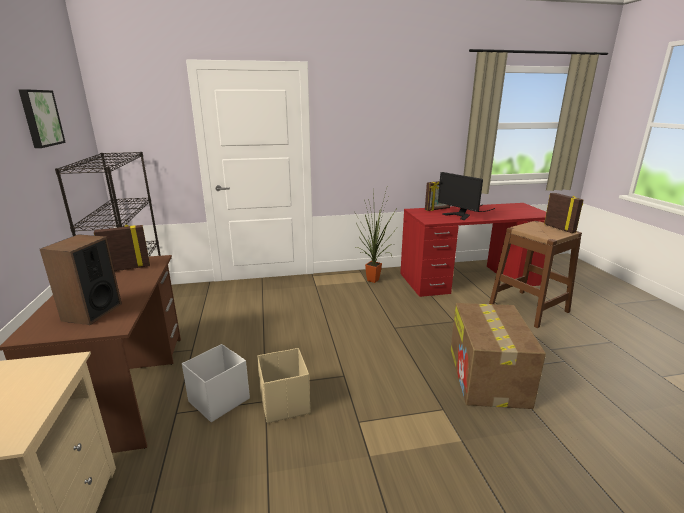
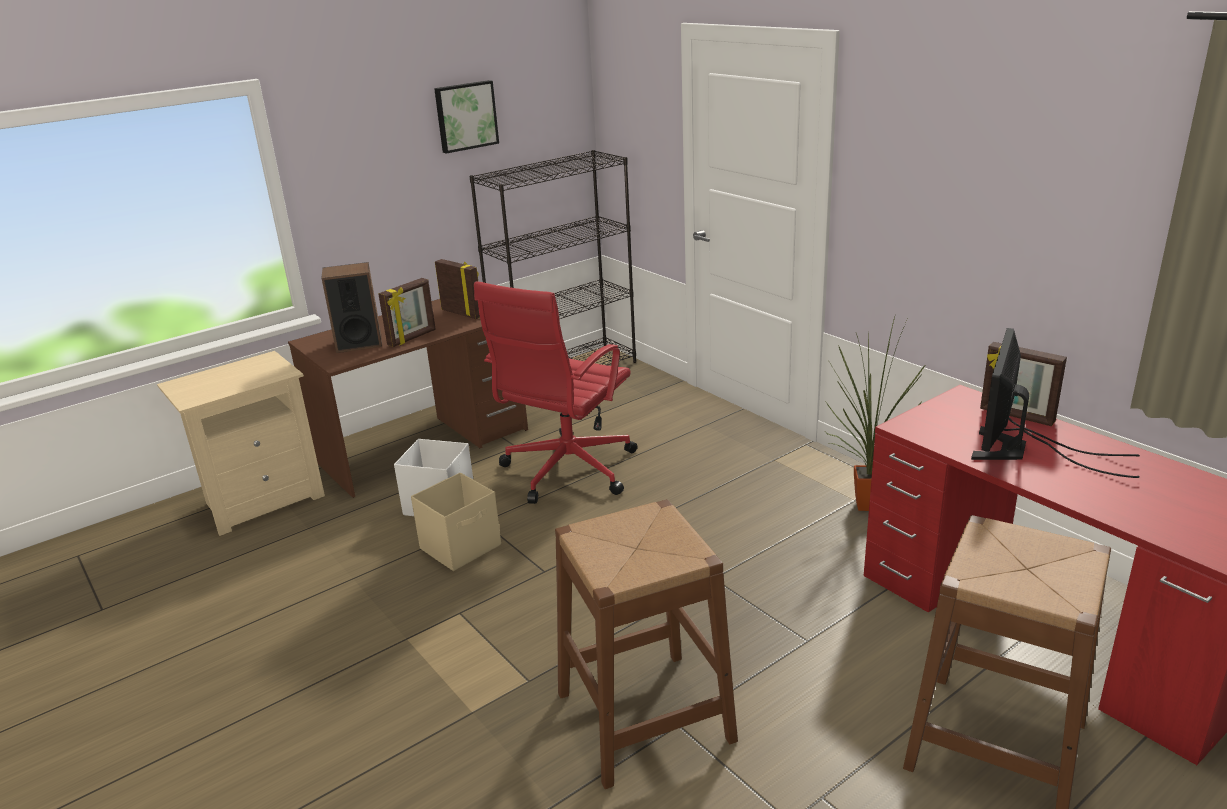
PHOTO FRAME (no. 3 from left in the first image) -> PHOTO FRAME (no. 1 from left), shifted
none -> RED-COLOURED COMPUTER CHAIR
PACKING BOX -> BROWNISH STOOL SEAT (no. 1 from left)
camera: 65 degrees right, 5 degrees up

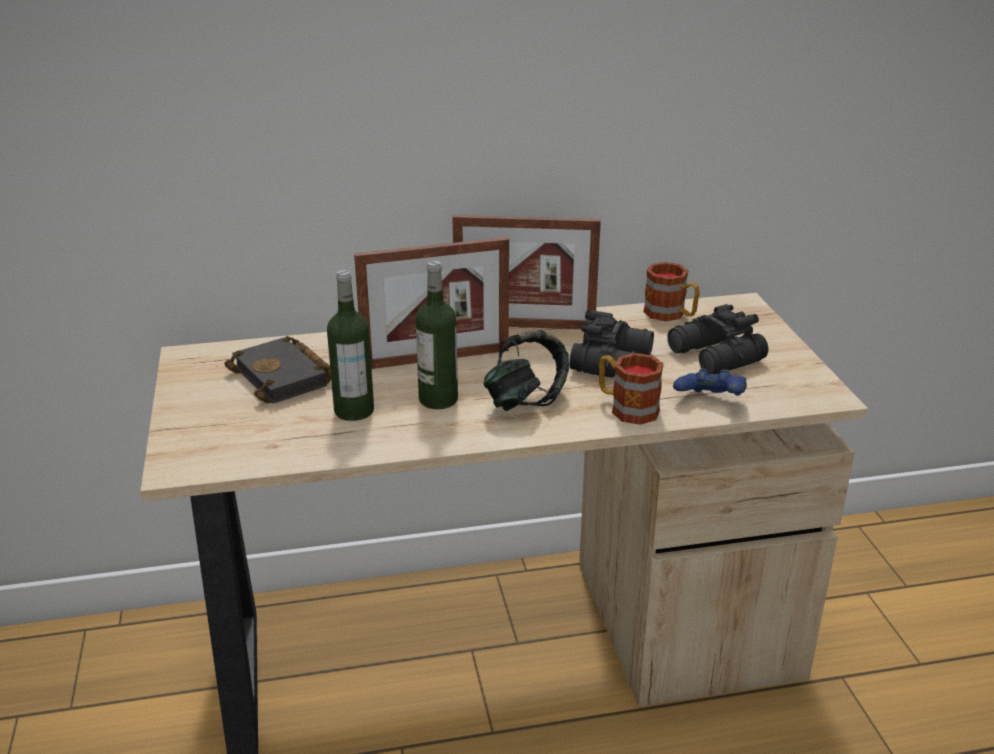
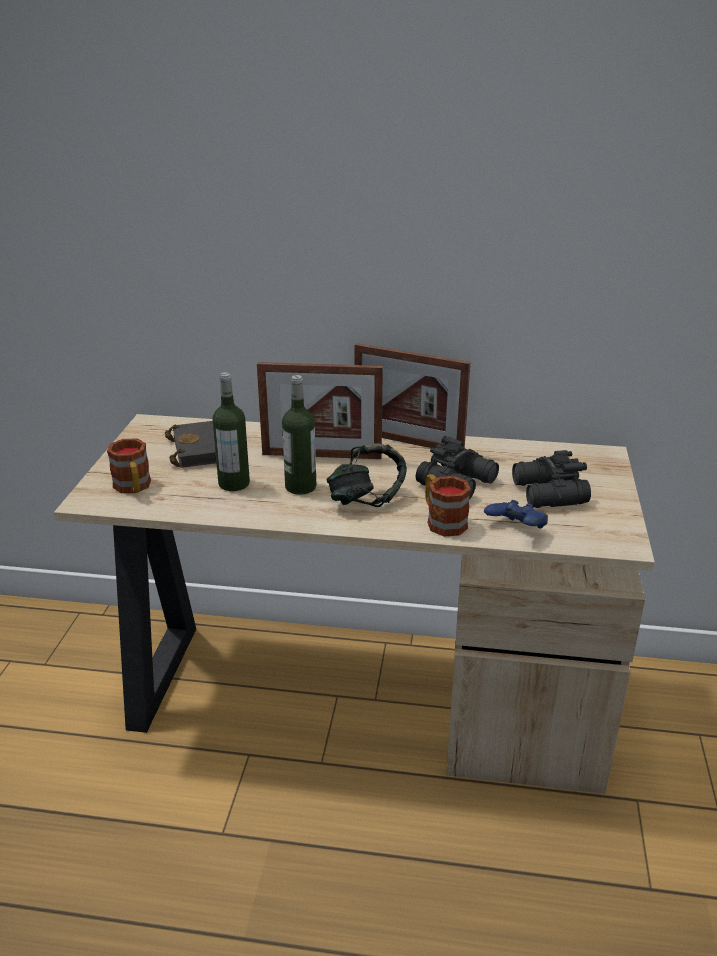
COFFEE MUG (no. 2 from left in the first image) -> COFFEE MUG (no. 1 from left), shifted
camera: 20 degrees right, 0 degrees up

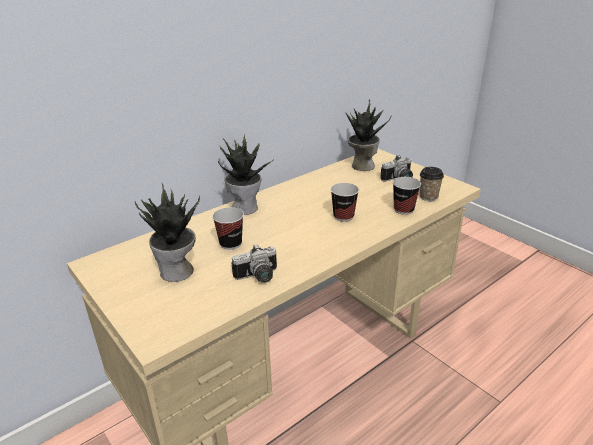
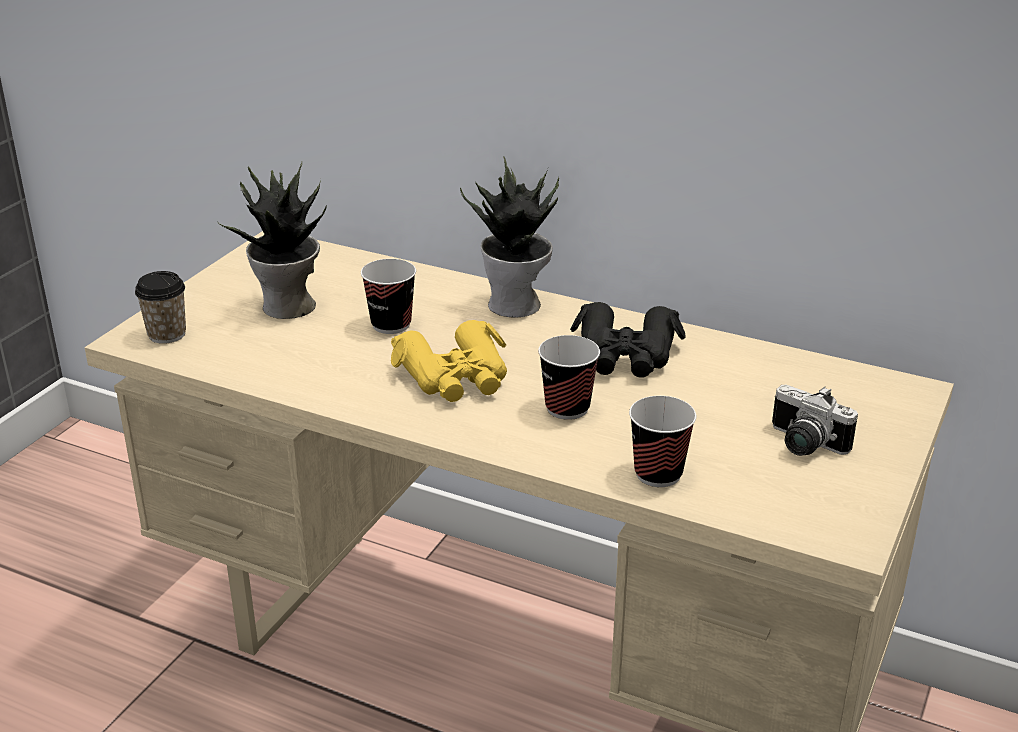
SMALL CUP (no. 4 from left in the first image) -> SMALL CUP (no. 1 from left), shifted
none -> YELLOW BINOCULARS
none -> BLACKISH BINOCULARS
PHOTO CAMERA (no. 1 from left) -> none
PLANT IN A POT (no. 3 from left) -> none
camera: 65 degrees right, 0 degrees up

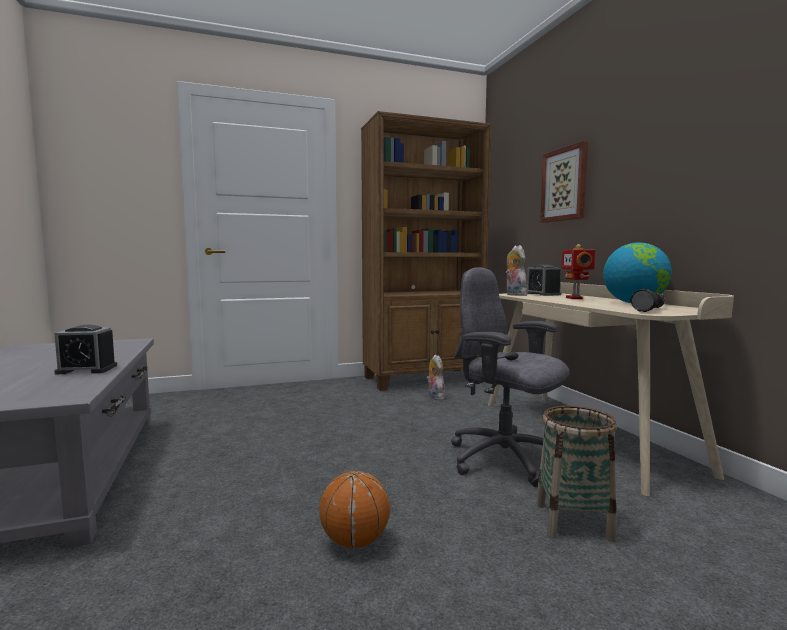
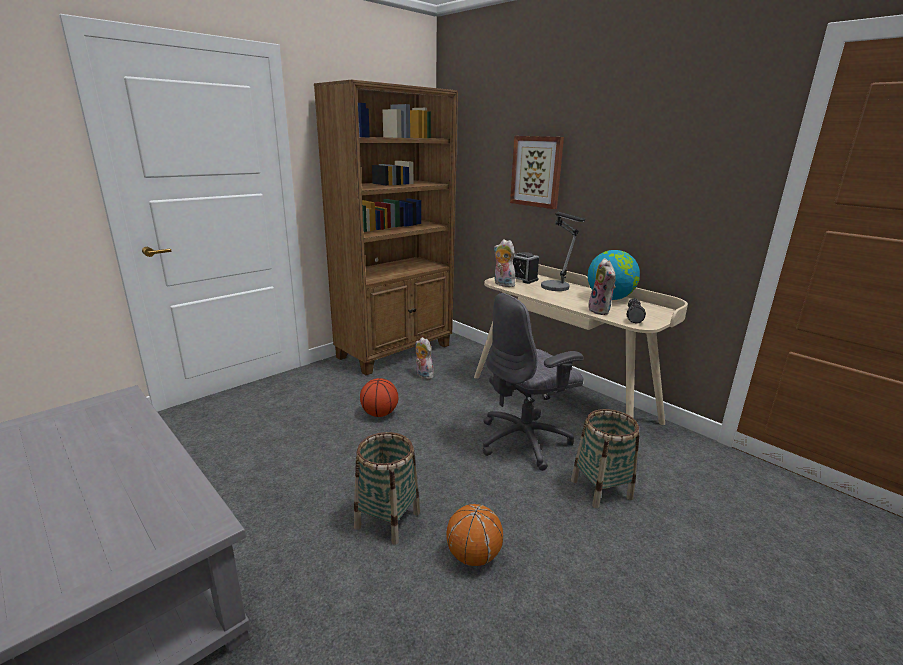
none -> BASKET (no. 1 from left)
none -> BASKETBALL (no. 1 from left)
GRAY COMPUTER CHAIR, 45 degrees counterclockwise
ROBOT FIGURE -> LAMP FOR A TABLE
none -> CUDDLY TOY (no. 3 from left)
BEDSIDE CLOCK (no. 1 from left) -> none
camera: 25 degrees left, 15 degrees up

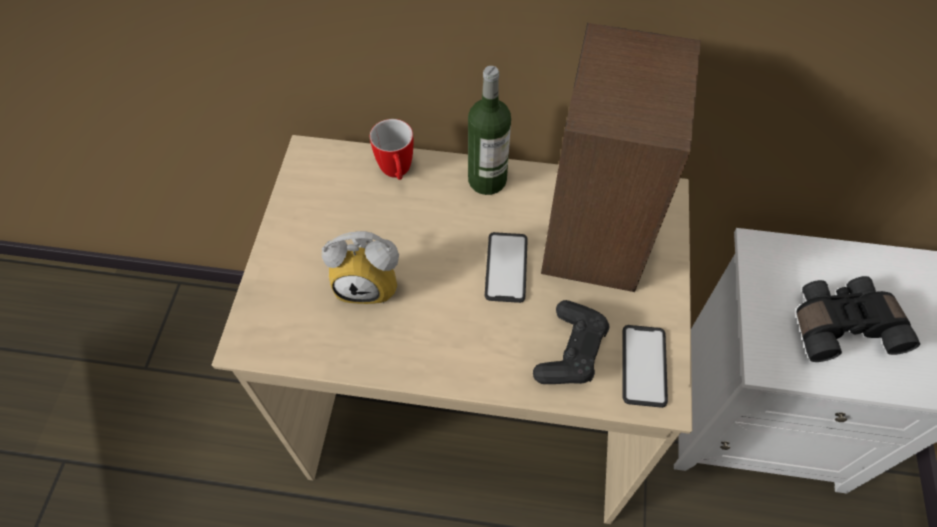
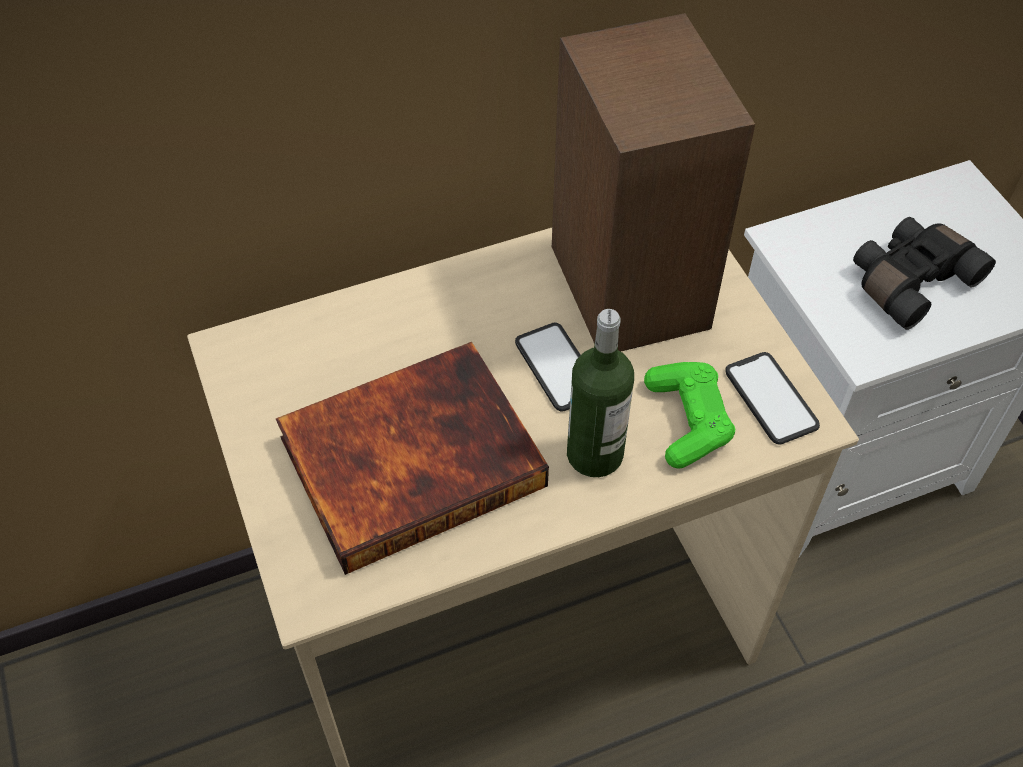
BEDSIDE CLOCK -> BOOK
BEVERAGE BOTTLE, shifted
BLACKISH GAME CONTROLLER -> GREEN GAME CONTROLLER
COFFEE MUG -> none
camera: 30 degrees left, 5 degrees down

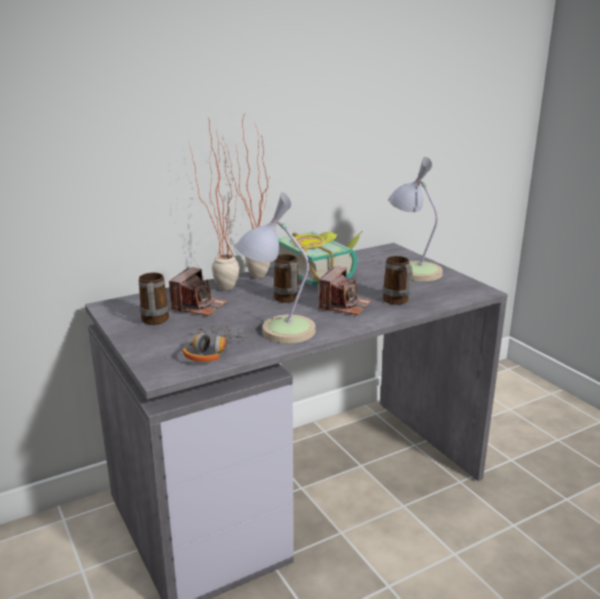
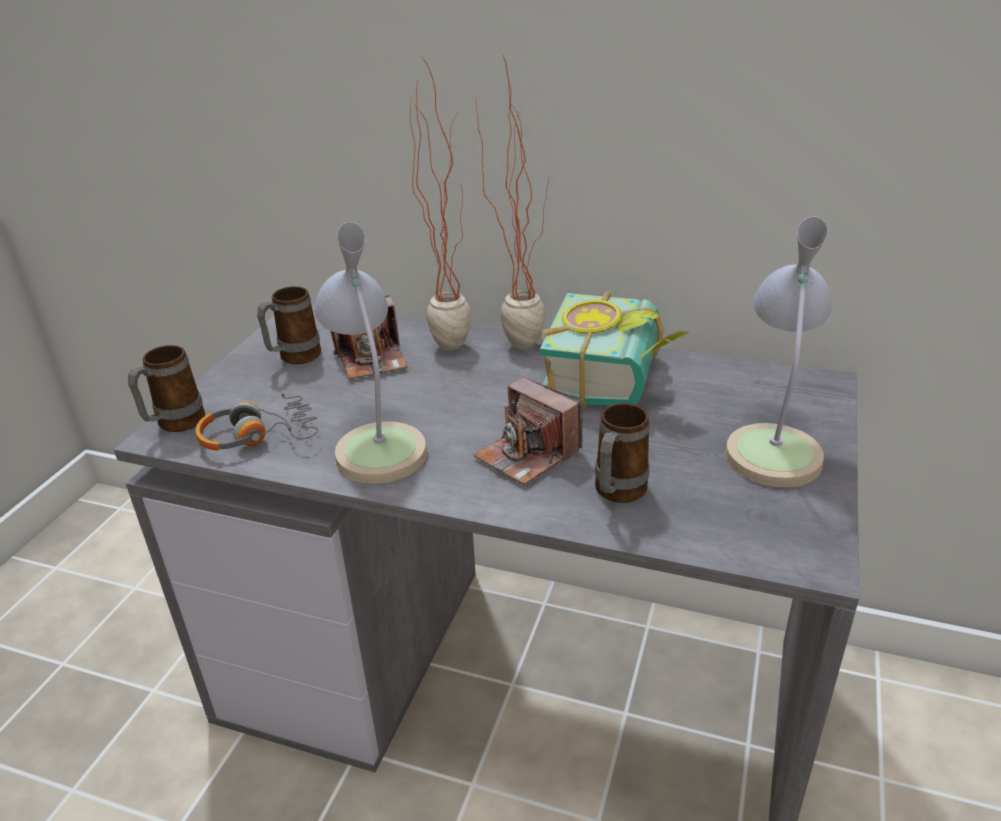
COFFEE MUG (no. 2 from left in the first image) -> COFFEE MUG (no. 1 from left), shifted
PHOTO CAMERA (no. 2 from left), 60 degrees clockwise
camera: 50 degrees right, 10 degrees up

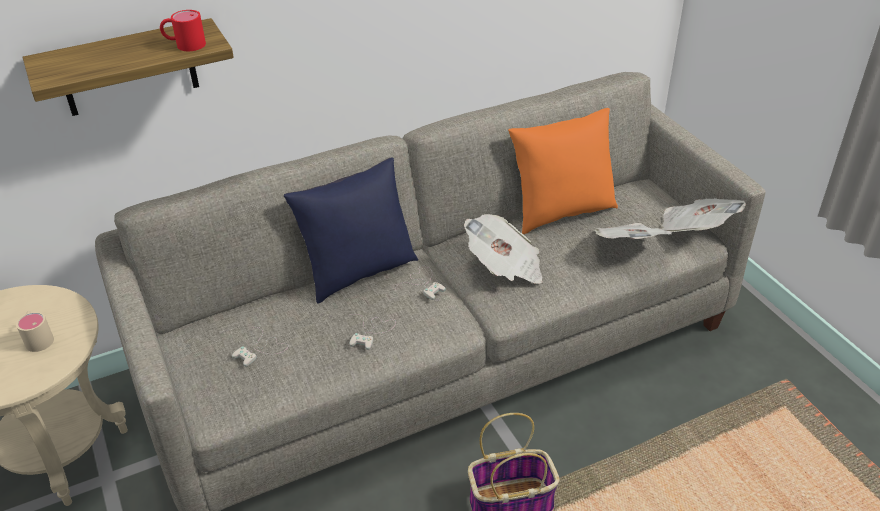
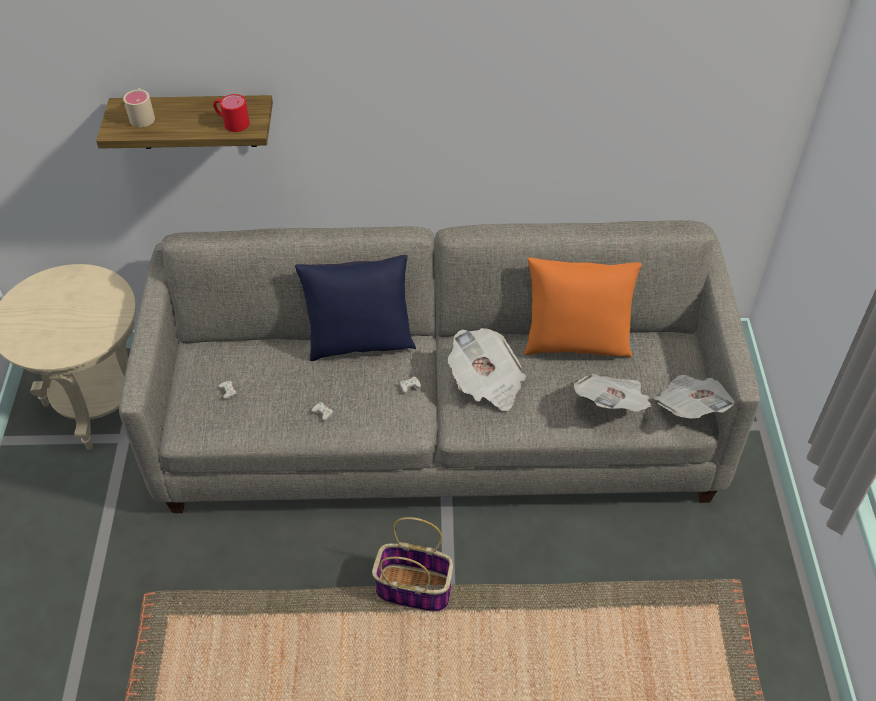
BEIGE COFFEE MUG, shifted
camera: 25 degrees right, 10 degrees up

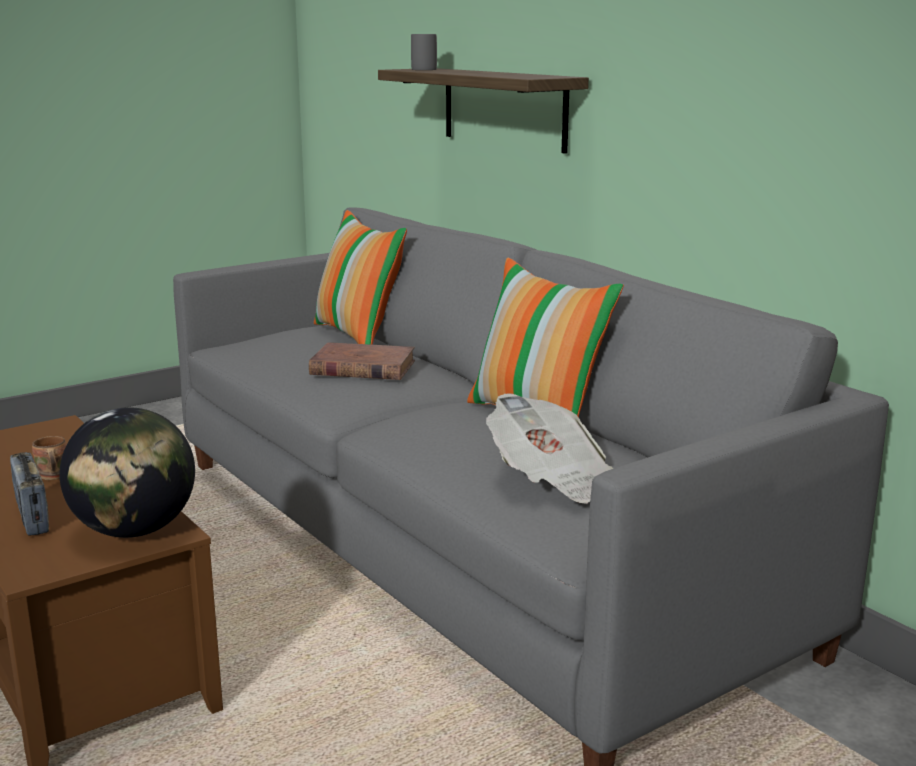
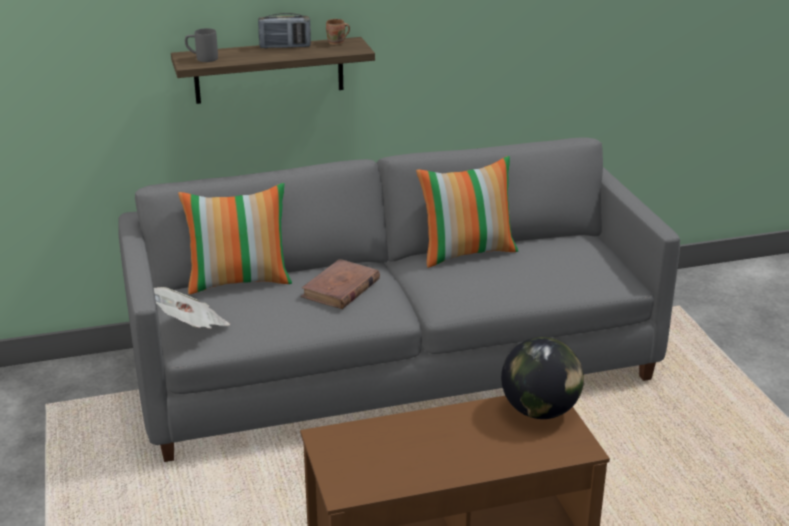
NEWSPAPER, shifted
RADIO RECEIVER, shifted
BROWNISH COFFEE MUG, shifted
camera: 70 degrees left, 10 degrees up

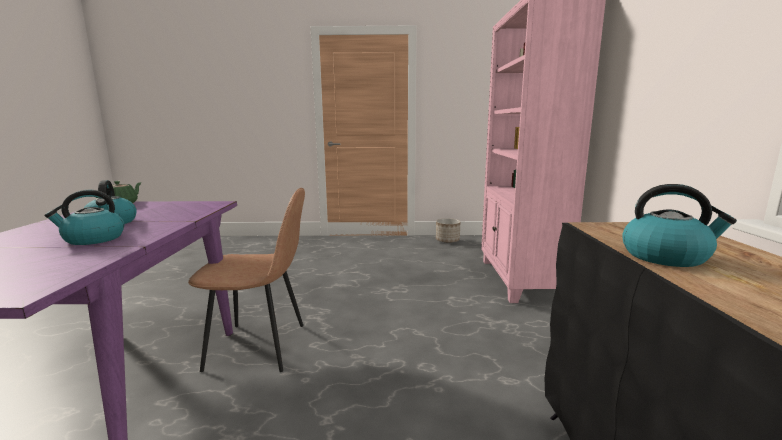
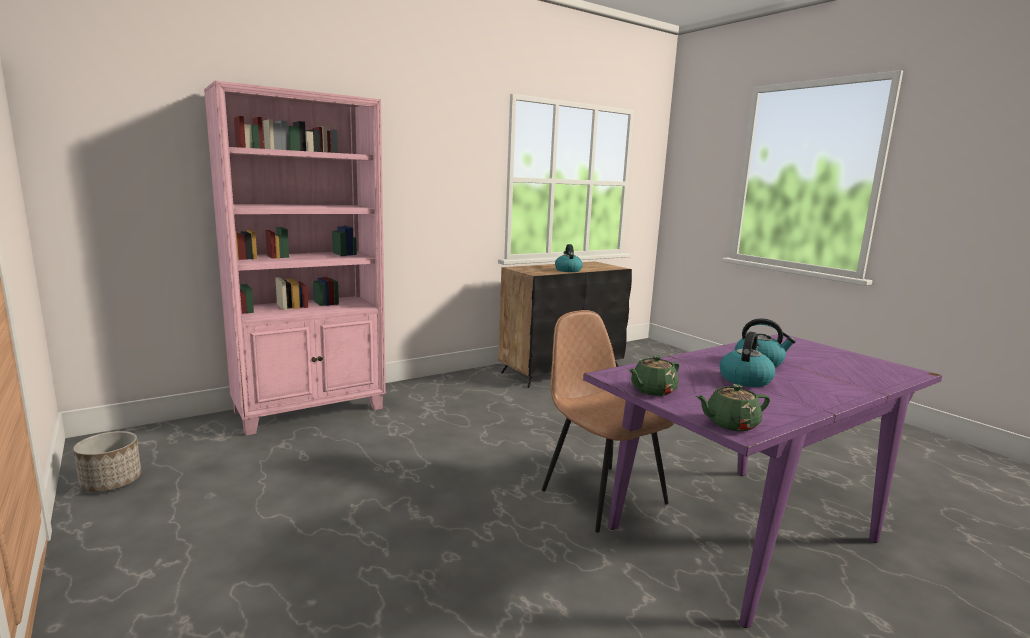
none -> GREEN POT FOR TEA (no. 1 from left)
camera: 125 degrees left, 0 degrees up

